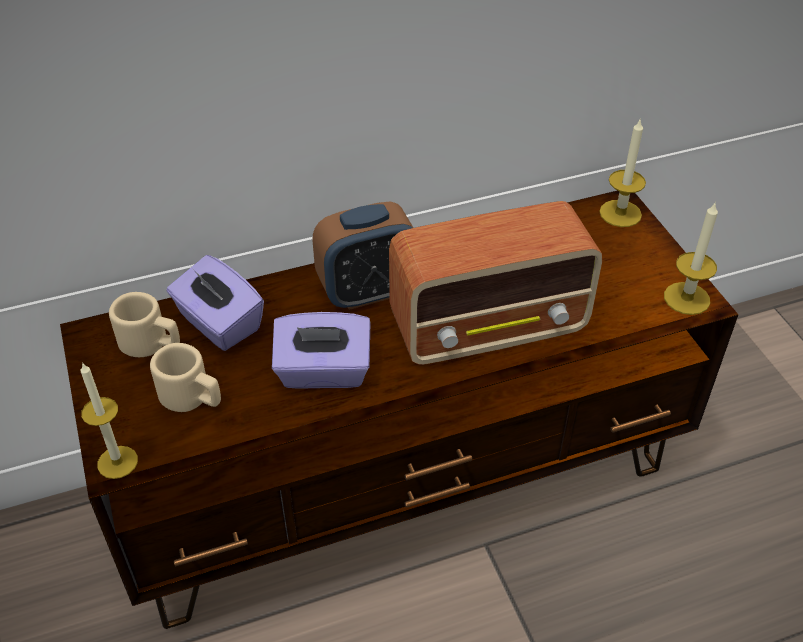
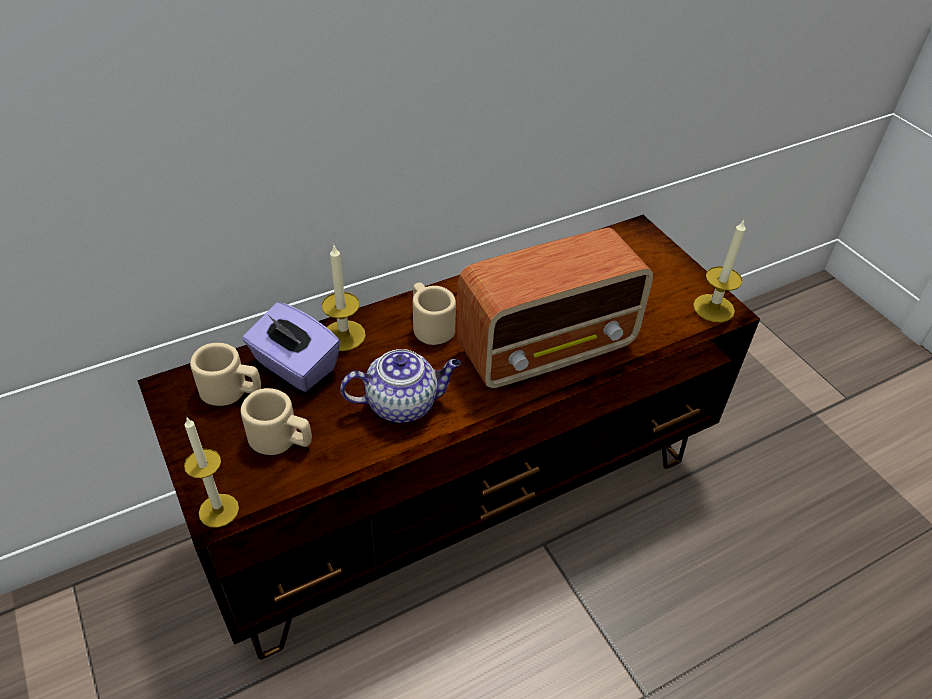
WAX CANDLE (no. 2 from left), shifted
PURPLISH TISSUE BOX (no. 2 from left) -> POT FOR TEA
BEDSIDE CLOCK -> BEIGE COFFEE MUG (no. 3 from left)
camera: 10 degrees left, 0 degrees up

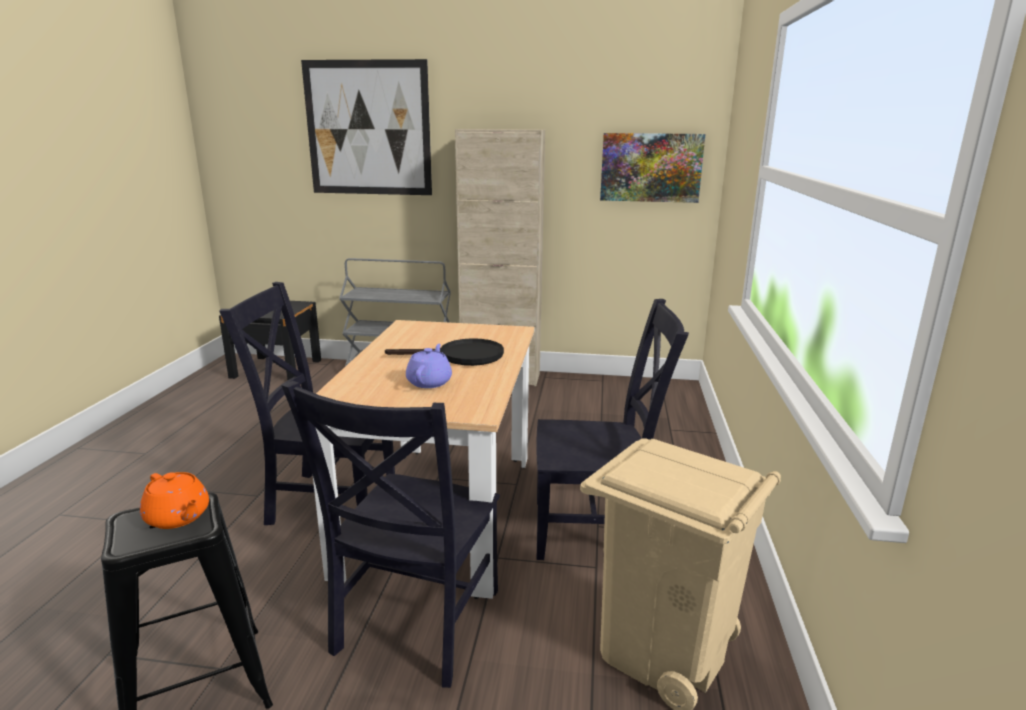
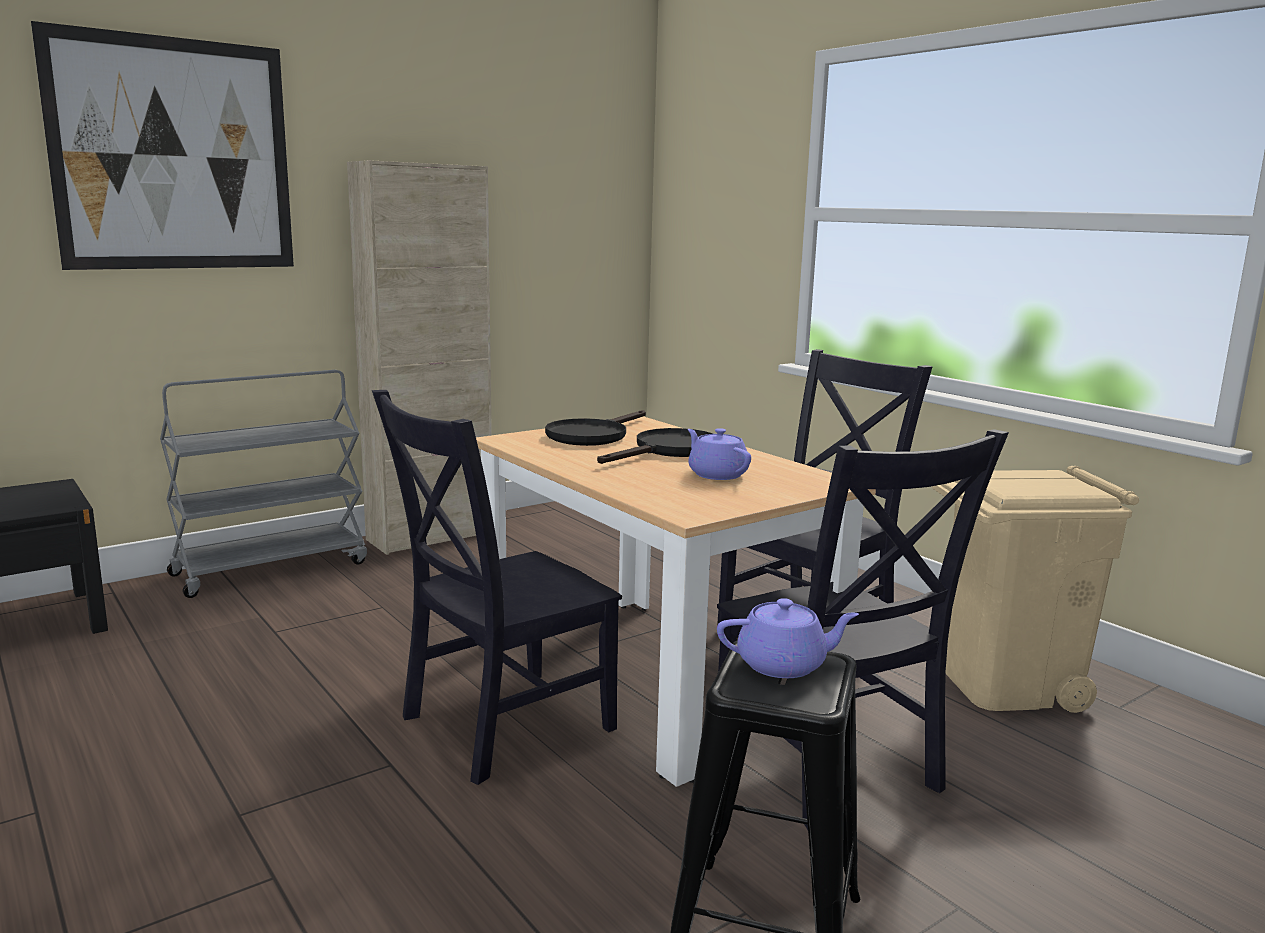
none -> BLACKISH FRYING PAN (no. 1 from left)
ORANGE POT FOR TEA -> PURPLISH POT FOR TEA (no. 2 from left)
WALL ART (no. 2 from left) -> none
camera: 45 degrees left, 5 degrees down

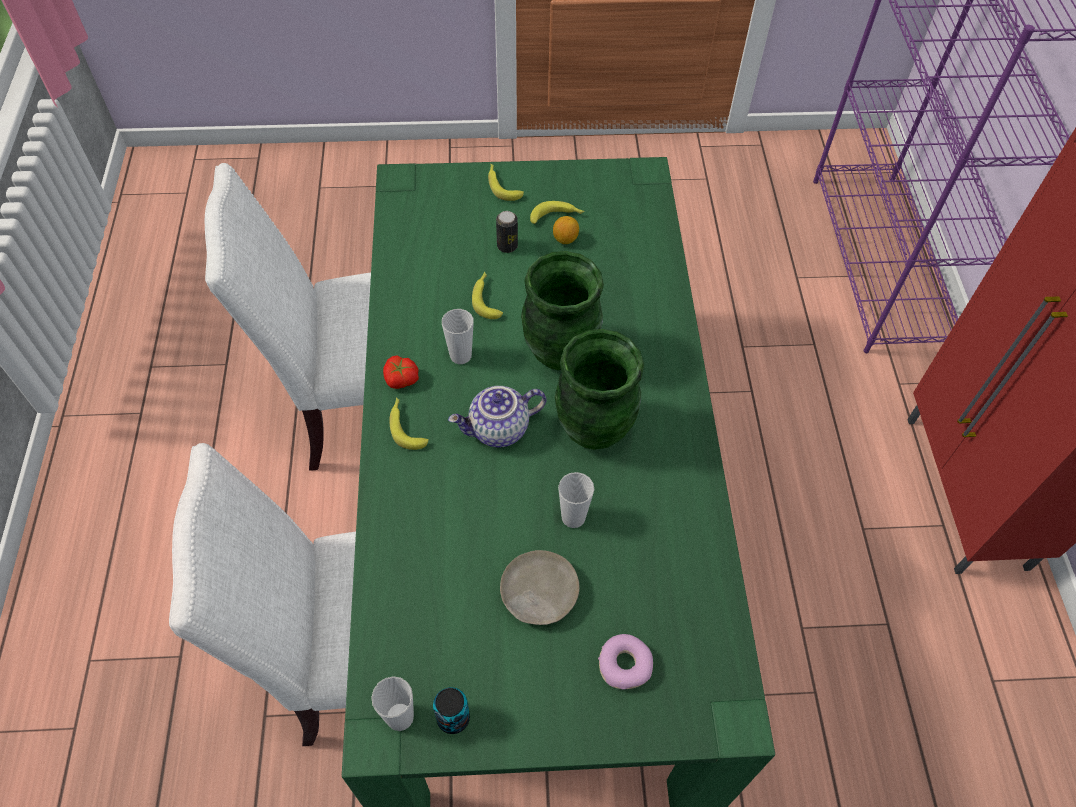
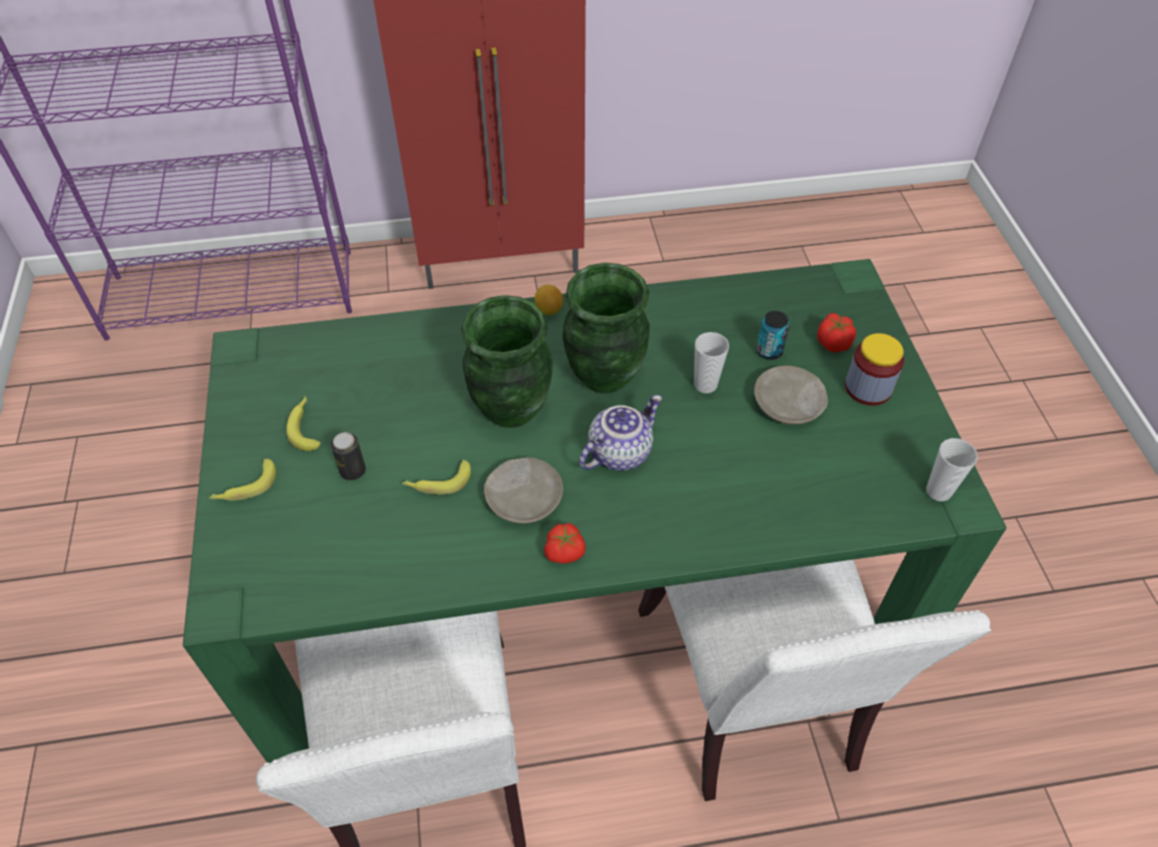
SMALL CUP (no. 2 from left) -> BEIGE FLAT DISH (no. 1 from left)
WHOLE LEMON, shifted
POT FOR TEA, 105 degrees counterclockwise
METAL CAN (no. 1 from left in the first image) -> METAL CAN (no. 2 from left), shifted
DONUT -> TOMATO (no. 2 from left)
none -> PRESERVE JAR
BANANA FRUIT (no. 1 from left) -> none
camera: 95 degrees left, 5 degrees down

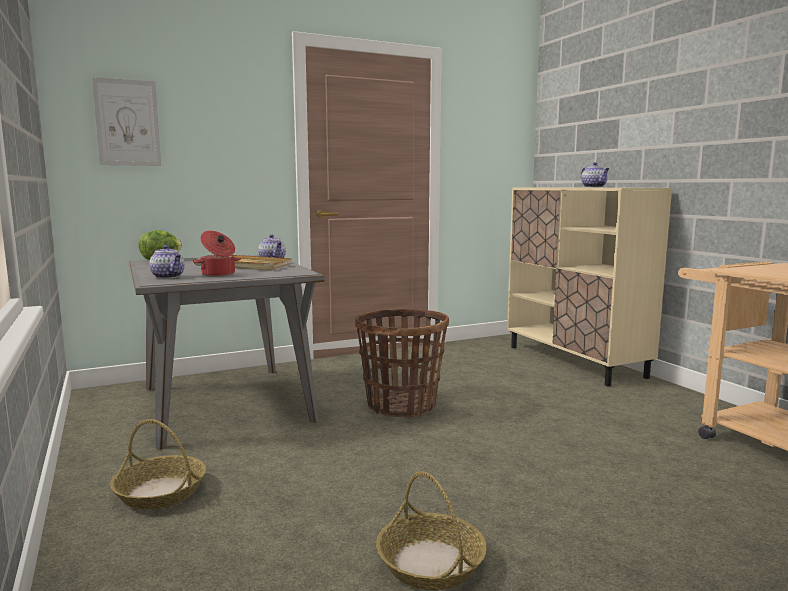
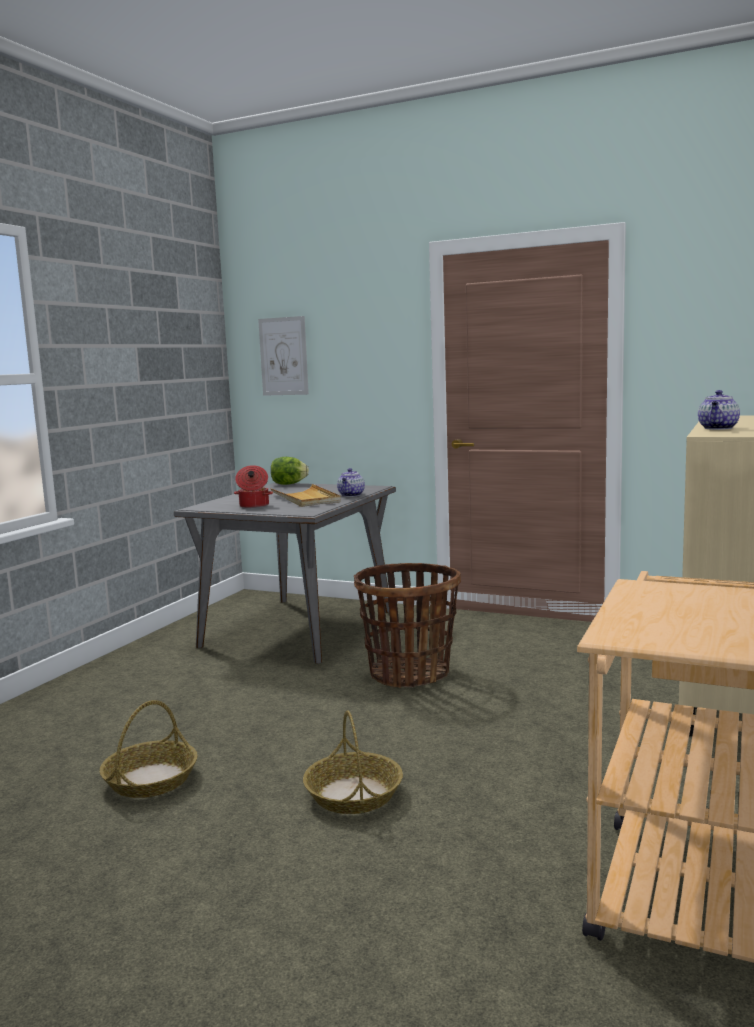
BASKET (no. 1 from left in the first image) -> BASKET (no. 2 from left), shifted
POT FOR TEA (no. 1 from left) -> none
camera: 50 degrees right, 0 degrees up

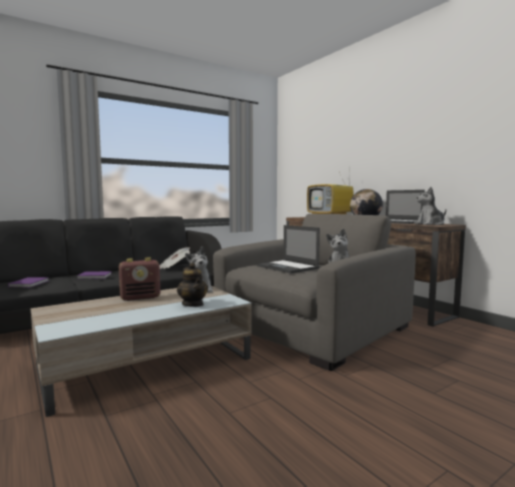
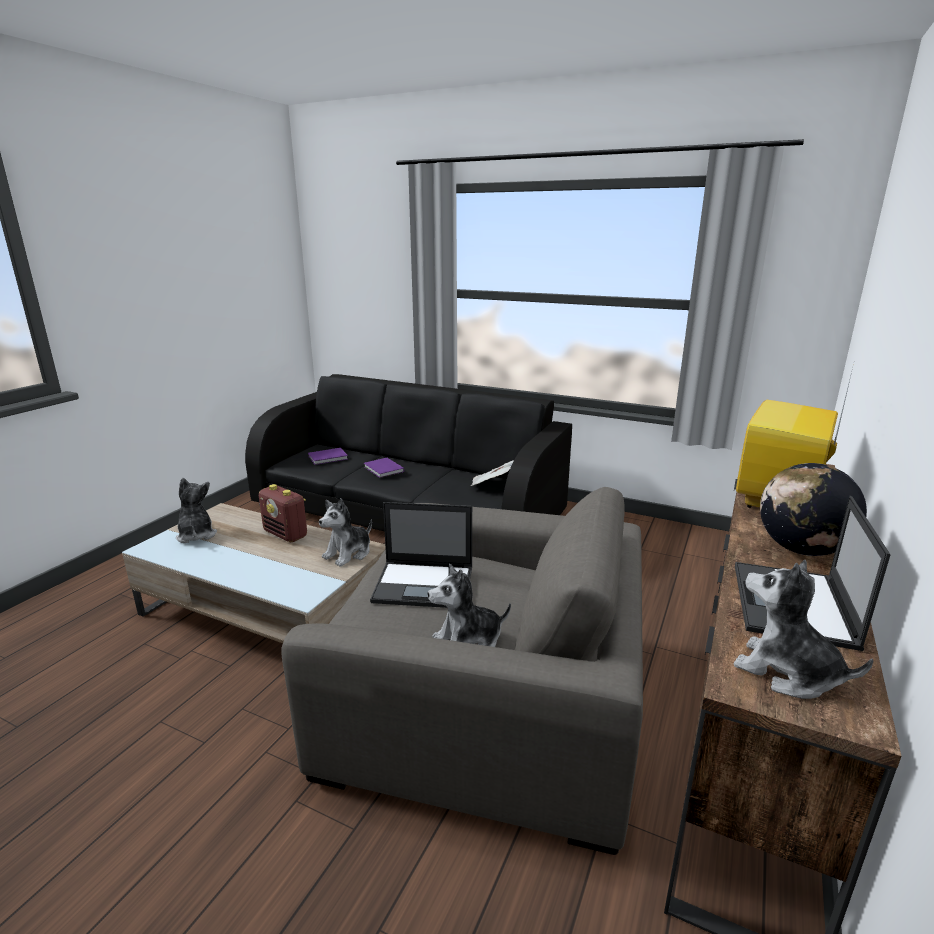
none -> CUDDLY TOY (no. 1 from left)
NOTEBOOK COMPUTER (no. 1 from left), 105 degrees counterclockwise
POT FOR TEA -> none
camera: 60 degrees right, 15 degrees up

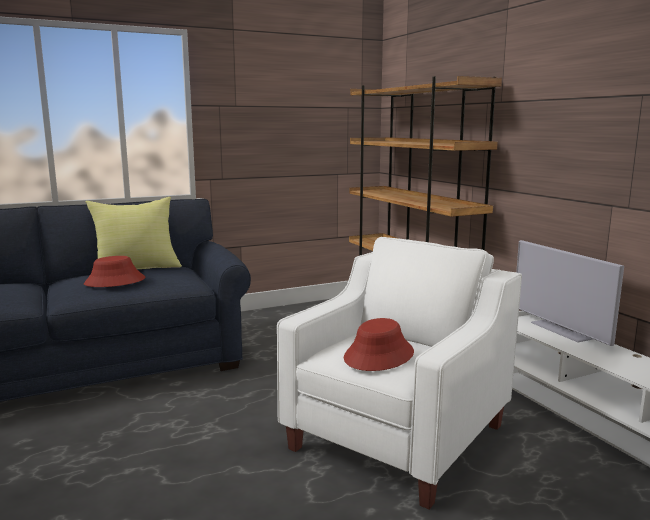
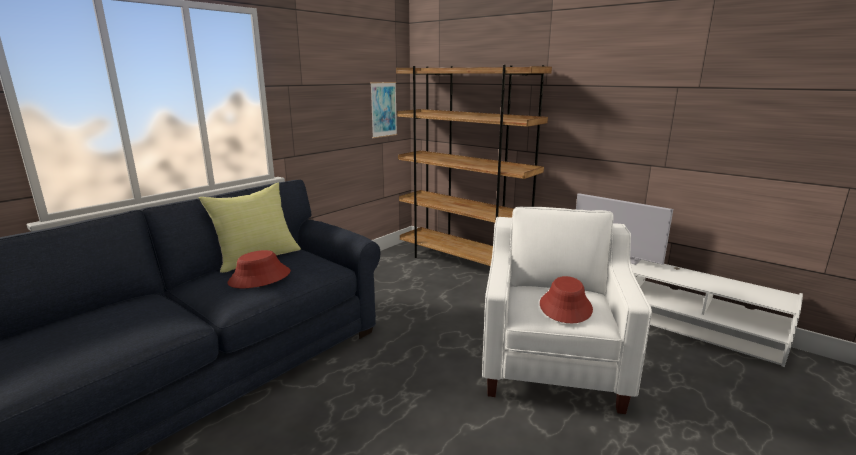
none -> WALL ART
camera: 25 degrees left, 5 degrees up

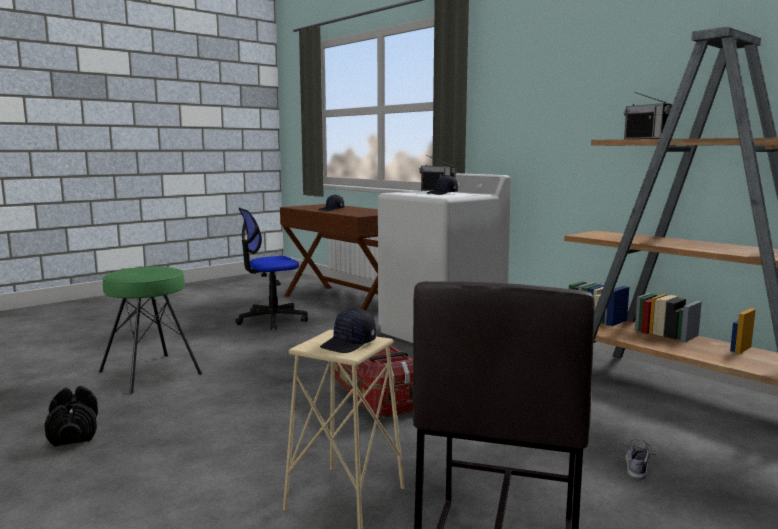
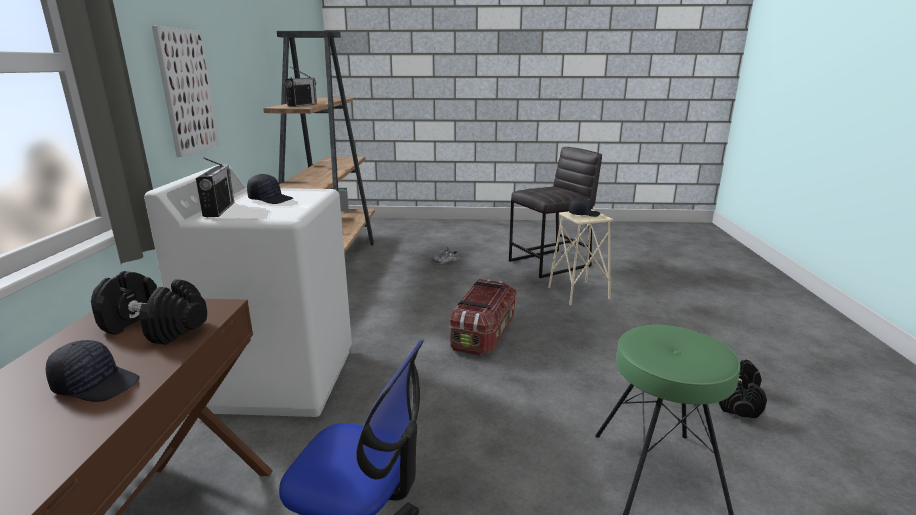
none -> BLACKISH DUMBBELL (no. 1 from left)
none -> WALL ART
camera: 135 degrees left, 10 degrees up

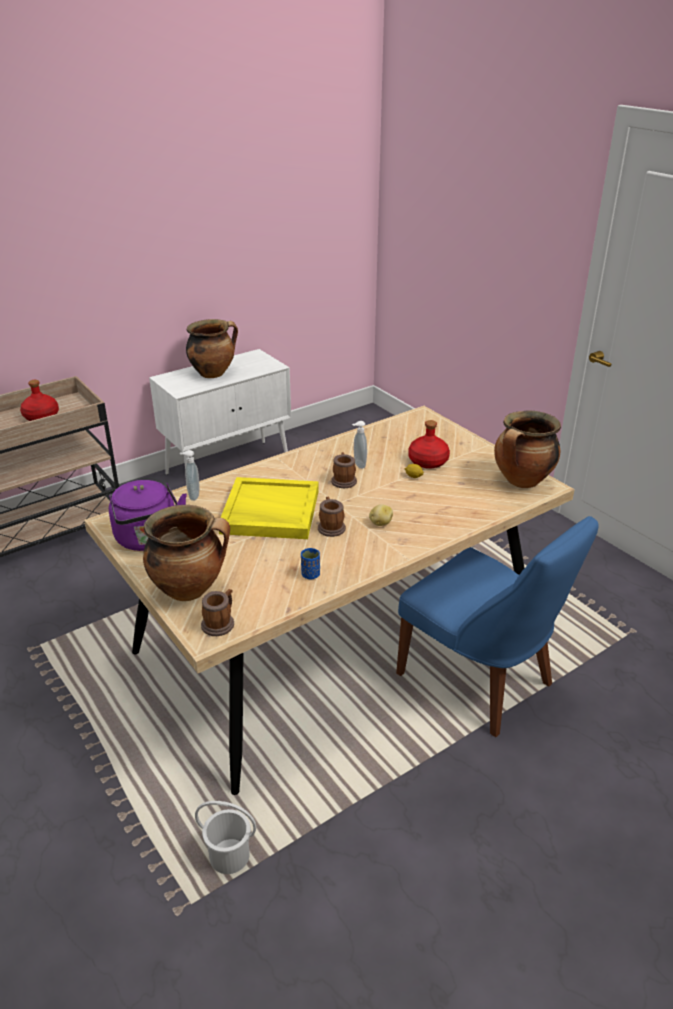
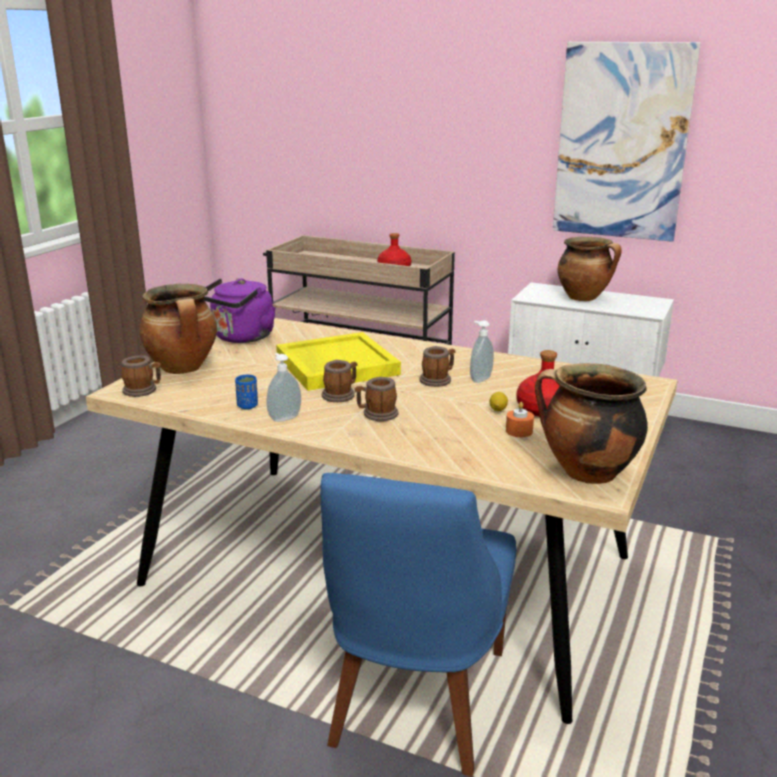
SOAP BOTTLE (no. 1 from left), shifted
WHOLE POTATO -> COFFEE MUG (no. 3 from left)
none -> ORANGE WAX CANDLE
none -> WALL ART
WHITE-COLOURED BUCKET -> none
camera: 60 degrees right, 10 degrees down

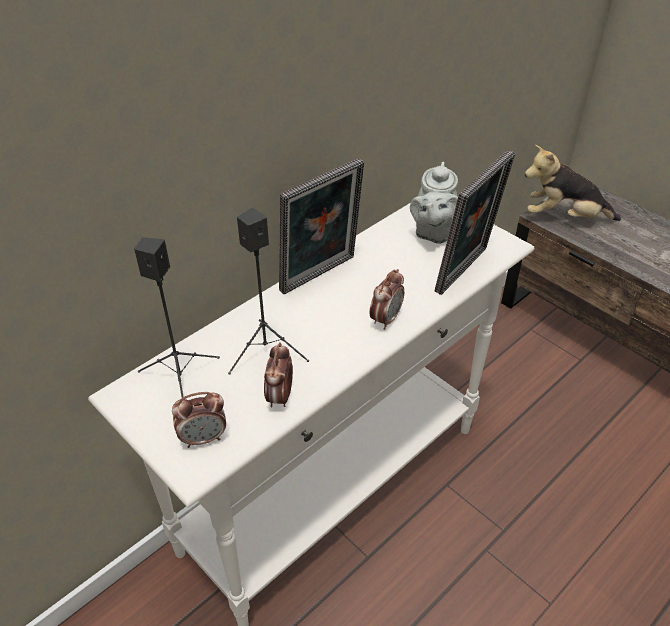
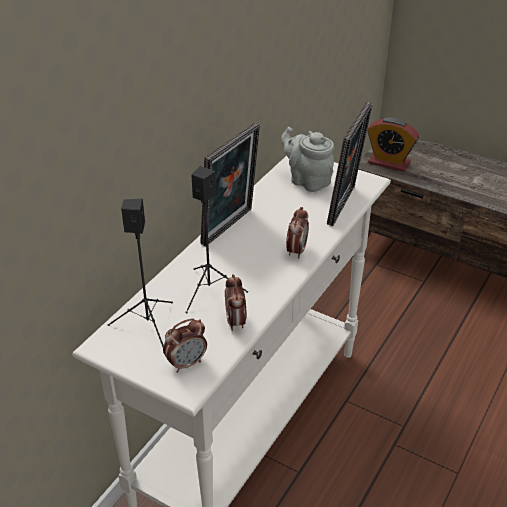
GRAY POT FOR TEA, 135 degrees clockwise
CUDDLY TOY -> BEDSIDE CLOCK (no. 4 from left)
camera: 15 degrees left, 5 degrees down

